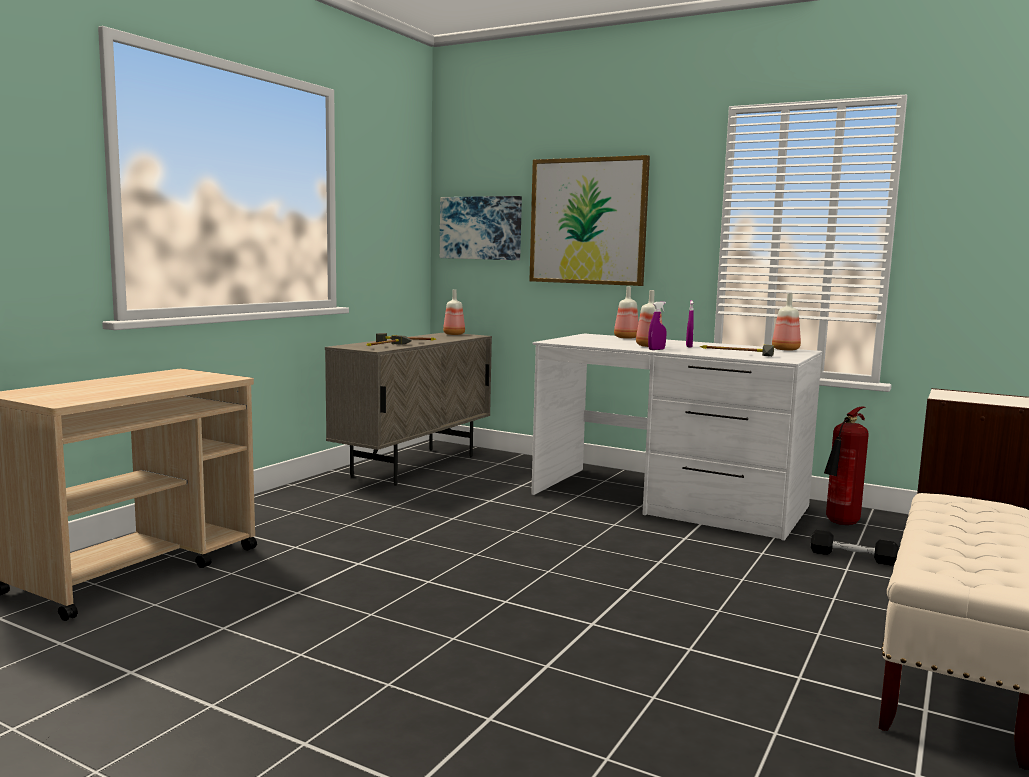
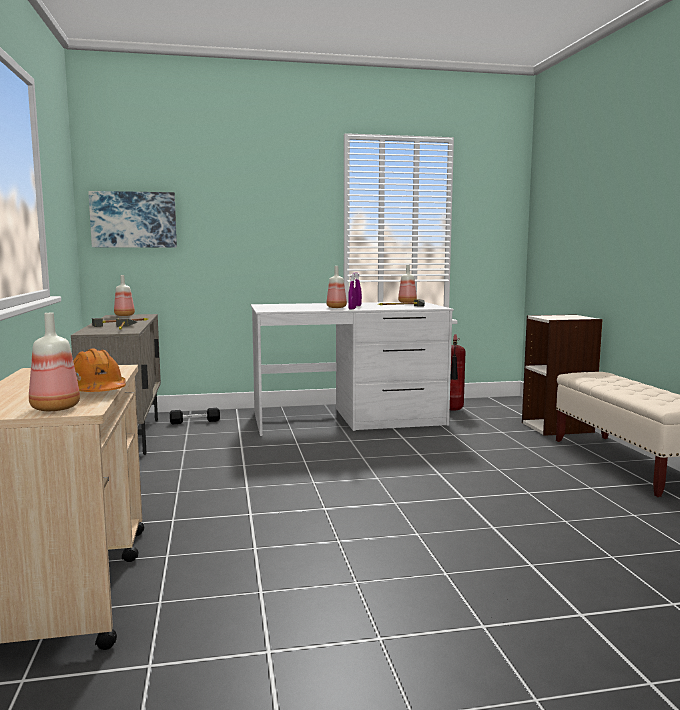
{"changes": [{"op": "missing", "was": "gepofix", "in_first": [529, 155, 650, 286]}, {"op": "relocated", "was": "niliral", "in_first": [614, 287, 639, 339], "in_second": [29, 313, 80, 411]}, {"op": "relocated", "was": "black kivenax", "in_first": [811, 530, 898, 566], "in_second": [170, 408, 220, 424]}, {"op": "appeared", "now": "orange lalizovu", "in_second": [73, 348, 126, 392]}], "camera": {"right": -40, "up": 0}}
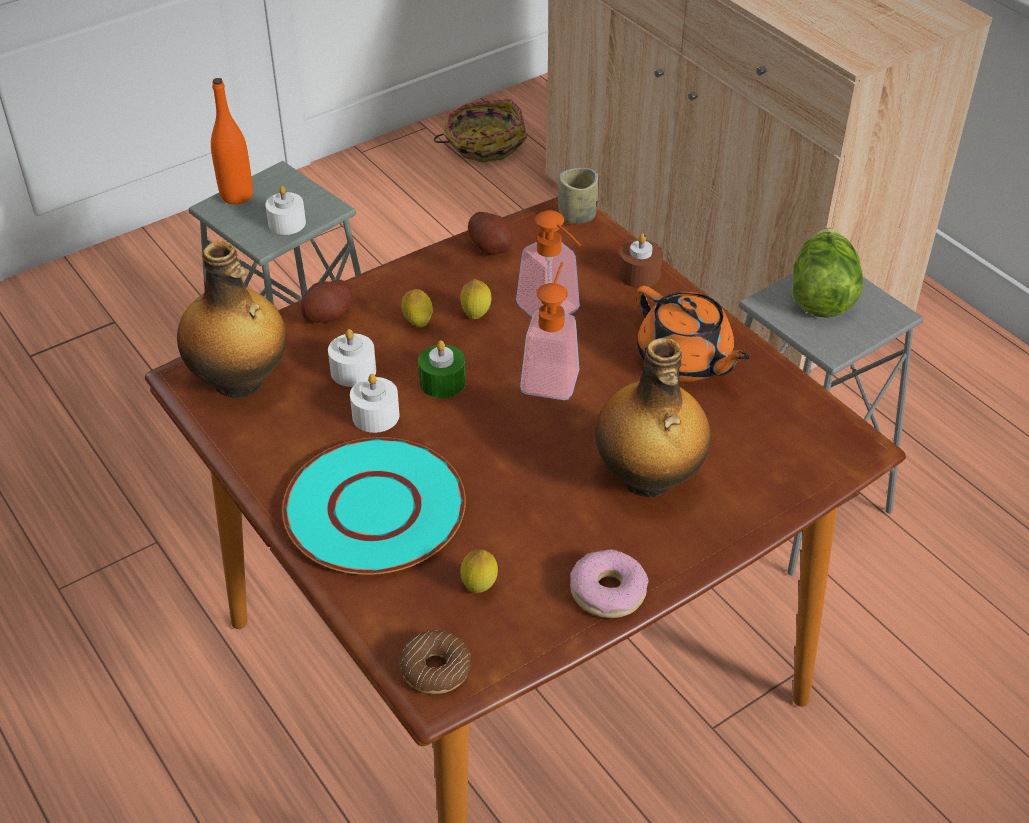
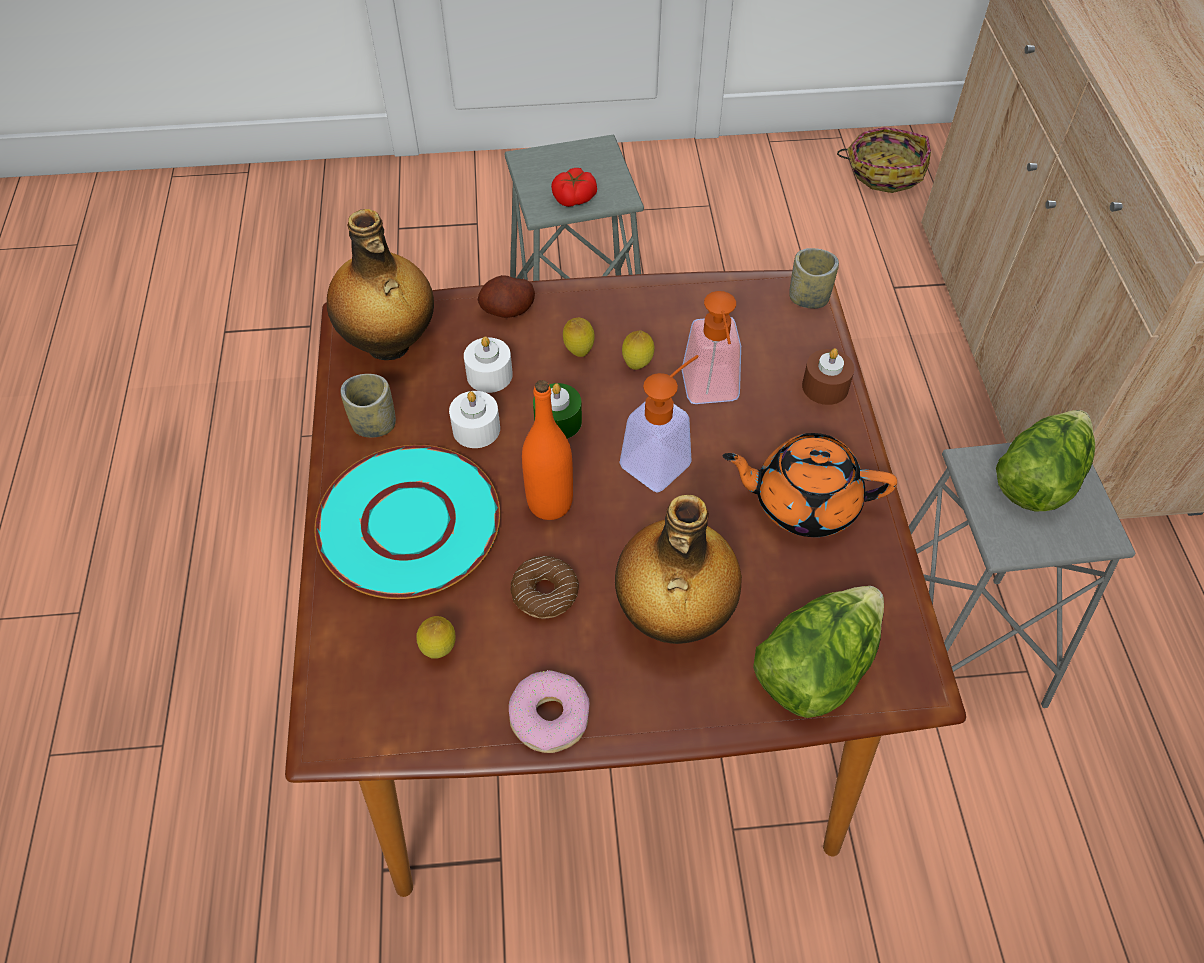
{"changes": [{"op": "relocated", "was": "orange niliral", "in_first": [211, 78, 253, 204], "in_second": [522, 380, 573, 520]}, {"op": "exchanged", "was": "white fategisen", "now": "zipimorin", "in_first": [265, 186, 306, 235], "in_second": [551, 168, 597, 207]}, {"op": "relocated", "was": "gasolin", "in_first": [400, 630, 471, 694], "in_second": [510, 556, 579, 619]}, {"op": "missing", "was": "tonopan", "in_first": [468, 212, 513, 254]}, {"op": "spun", "was": "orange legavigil", "in_first": [636, 286, 749, 382], "in_second": [723, 433, 897, 537], "clockwise": 105}, {"op": "appeared", "now": "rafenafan", "in_second": [341, 374, 396, 437]}, {"op": "appeared", "now": "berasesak", "in_second": [753, 586, 884, 718]}], "camera": {"right": 30, "up": 10}}
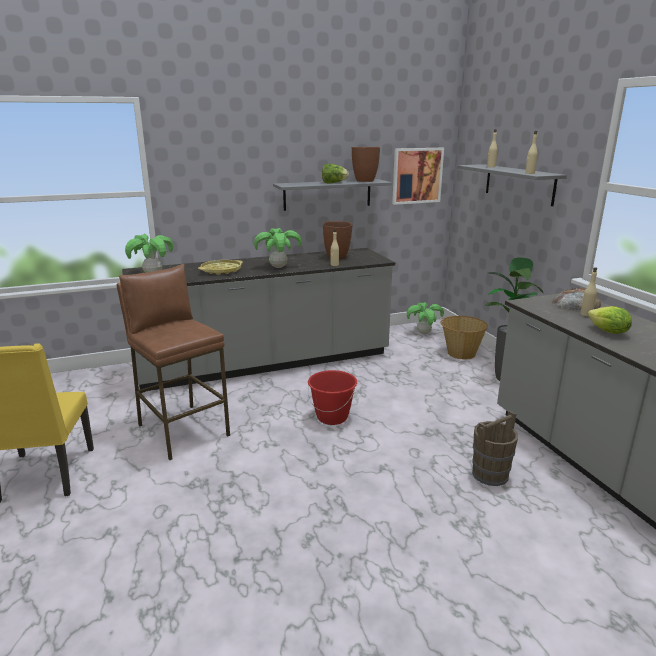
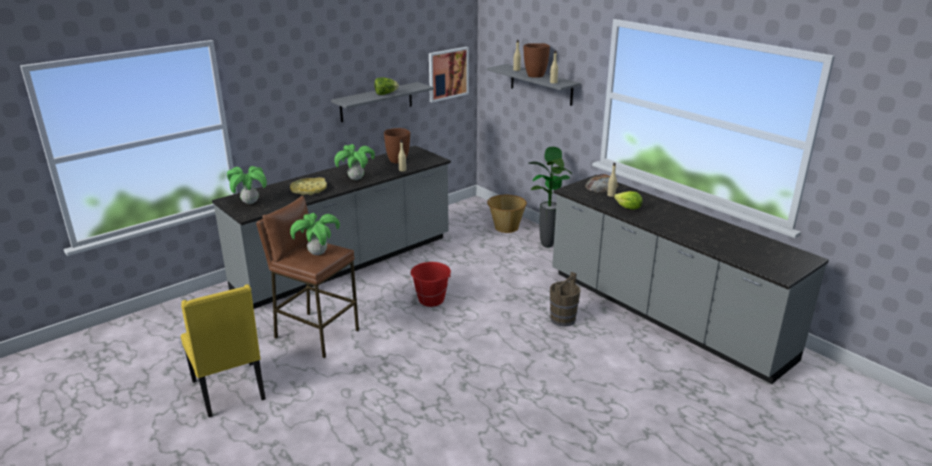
{"changes": [{"op": "relocated", "was": "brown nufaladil", "in_first": [352, 147, 380, 182], "in_second": [524, 43, 550, 78]}, {"op": "relocated", "was": "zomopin", "in_first": [407, 302, 444, 334], "in_second": [290, 213, 340, 255]}], "camera": {"right": -20, "up": 5}}
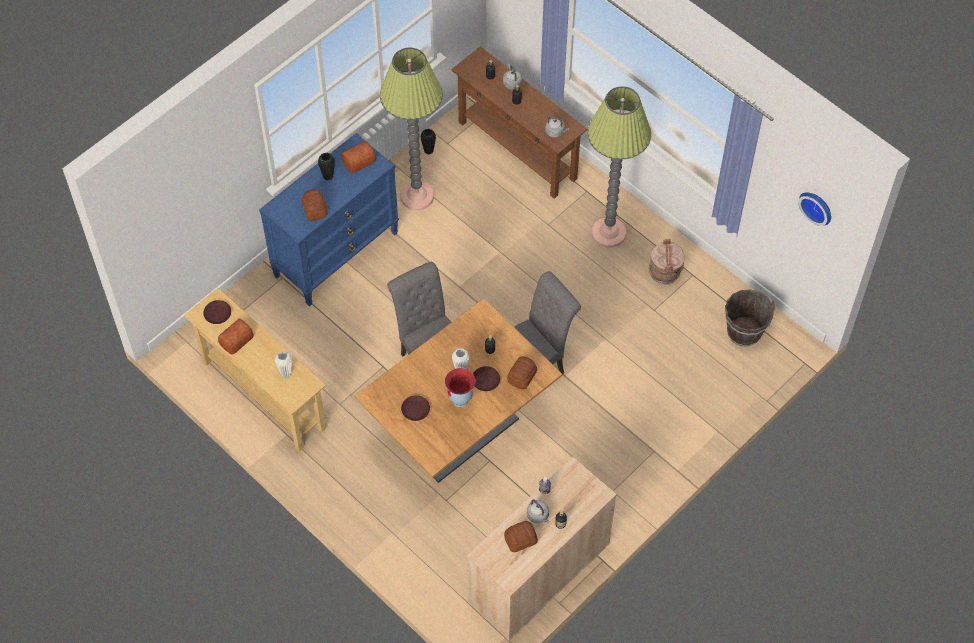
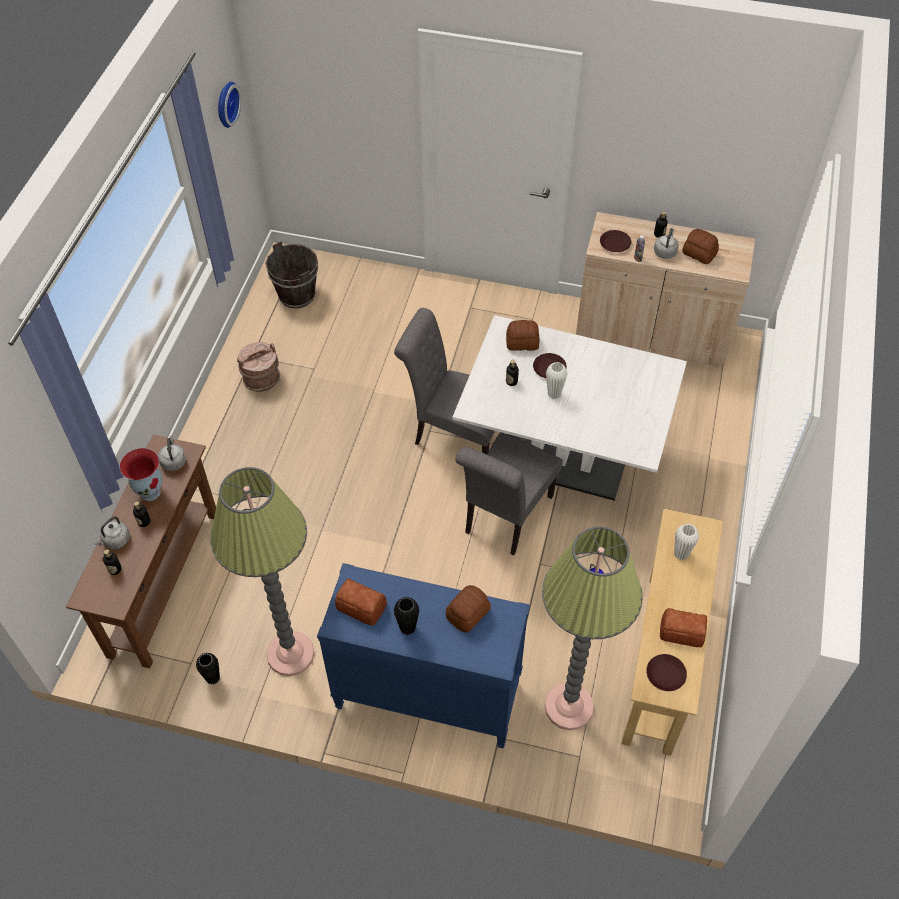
{"changes": [{"op": "colour", "was": "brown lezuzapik", "now": "white lezuzapik", "in_first": [355, 298, 562, 483], "in_second": [452, 315, 687, 501]}, {"op": "relocated", "was": "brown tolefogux", "in_first": [401, 395, 430, 421], "in_second": [600, 230, 631, 252]}, {"op": "relocated", "was": "nufaladil", "in_first": [445, 368, 475, 407], "in_second": [120, 448, 162, 501]}, {"op": "relocated", "was": "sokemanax", "in_first": [587, 86, 651, 247], "in_second": [542, 527, 643, 730]}], "camera": {"right": -120, "up": -5}}
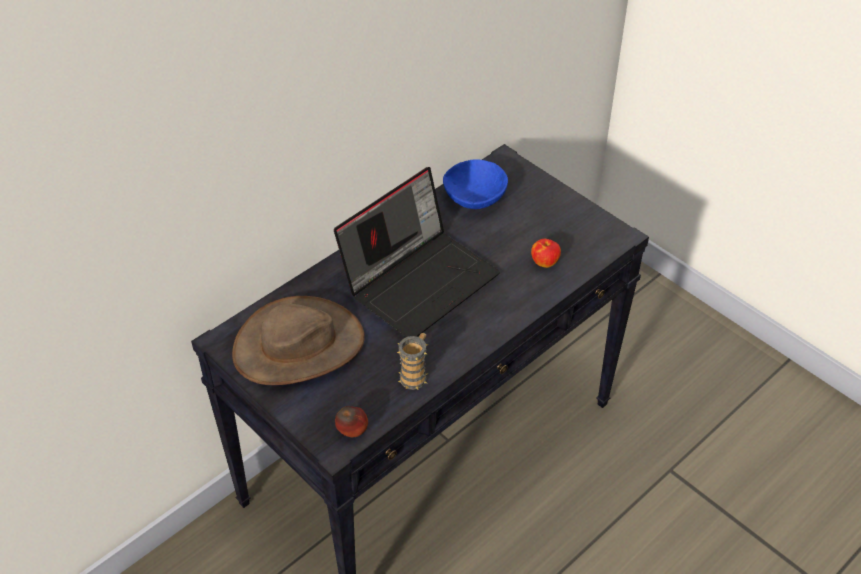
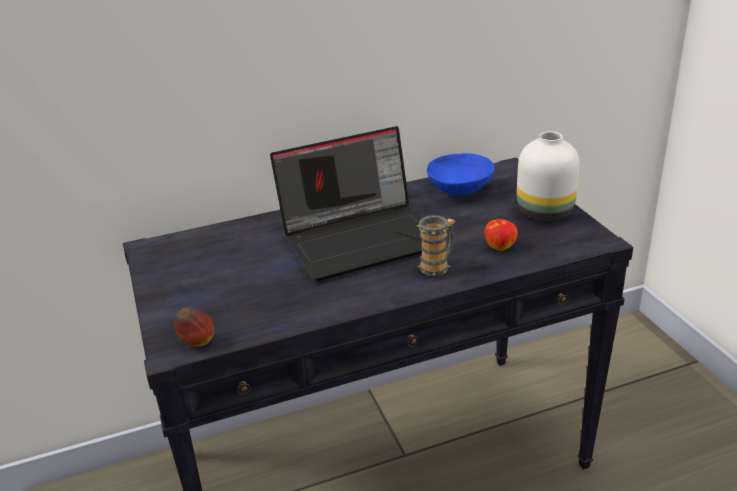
{"changes": [{"op": "missing", "was": "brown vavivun", "in_first": [232, 296, 365, 385]}, {"op": "relocated", "was": "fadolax", "in_first": [397, 333, 428, 390], "in_second": [417, 215, 455, 276]}, {"op": "appeared", "now": "white nufaladil", "in_second": [517, 131, 580, 221]}], "camera": {"right": 25, "up": -15}}
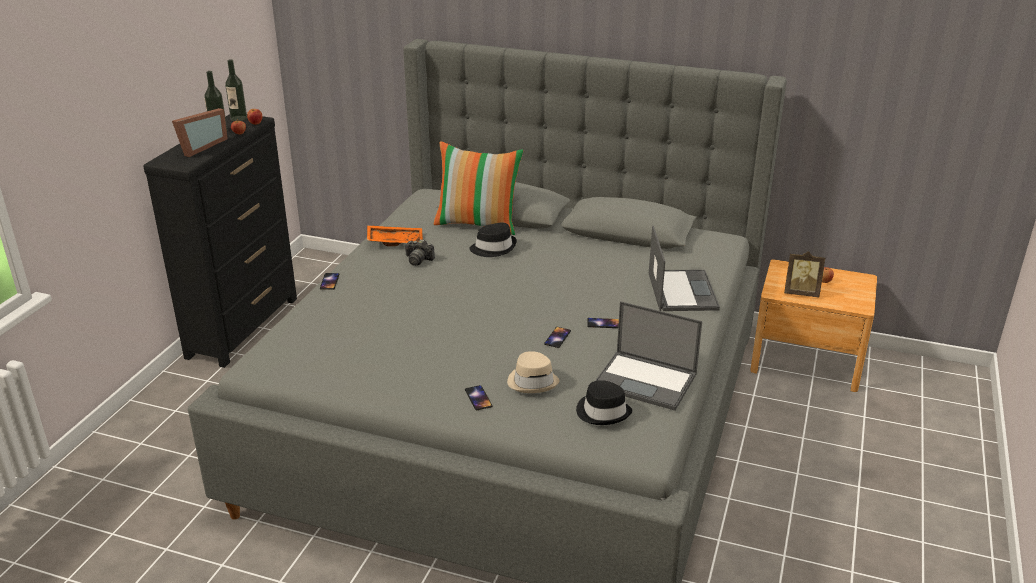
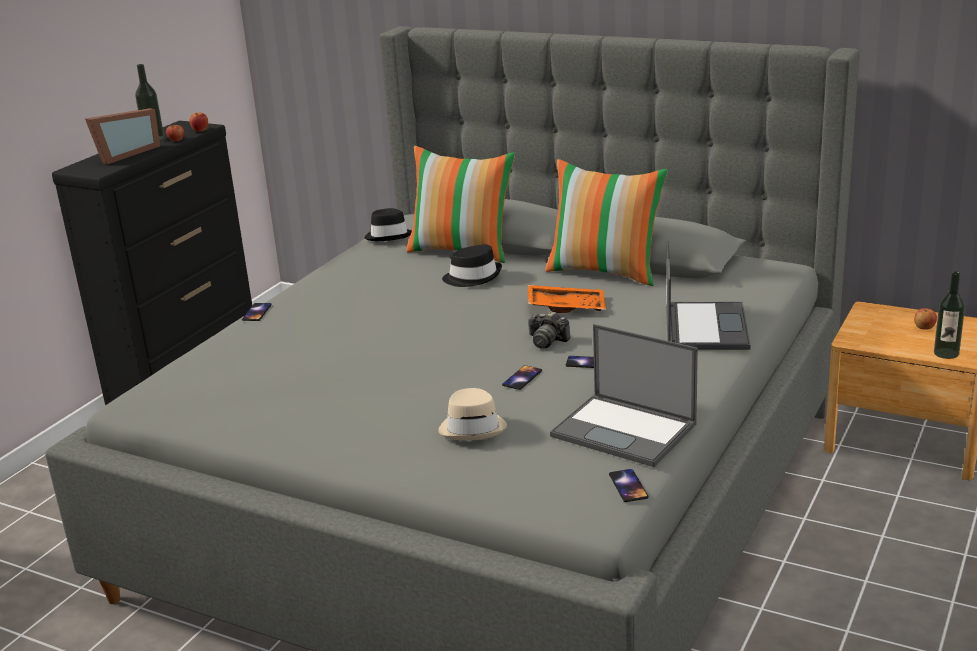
{"changes": [{"op": "relocated", "was": "niliral", "in_first": [225, 59, 247, 121], "in_second": [934, 271, 965, 359]}, {"op": "relocated", "was": "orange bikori", "in_first": [367, 225, 423, 246], "in_second": [528, 285, 606, 313]}, {"op": "relocated", "was": "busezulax", "in_first": [405, 239, 435, 266], "in_second": [528, 311, 570, 348]}, {"op": "relocated", "was": "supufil", "in_first": [465, 385, 492, 410], "in_second": [609, 469, 649, 502]}, {"op": "relocated", "was": "black vavivun", "in_first": [576, 380, 632, 425], "in_second": [365, 208, 412, 241]}, {"op": "missing", "was": "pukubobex", "in_first": [784, 251, 826, 297]}, {"op": "appeared", "now": "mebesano", "in_second": [545, 159, 668, 286]}], "camera": {"right": 10, "up": -5}}
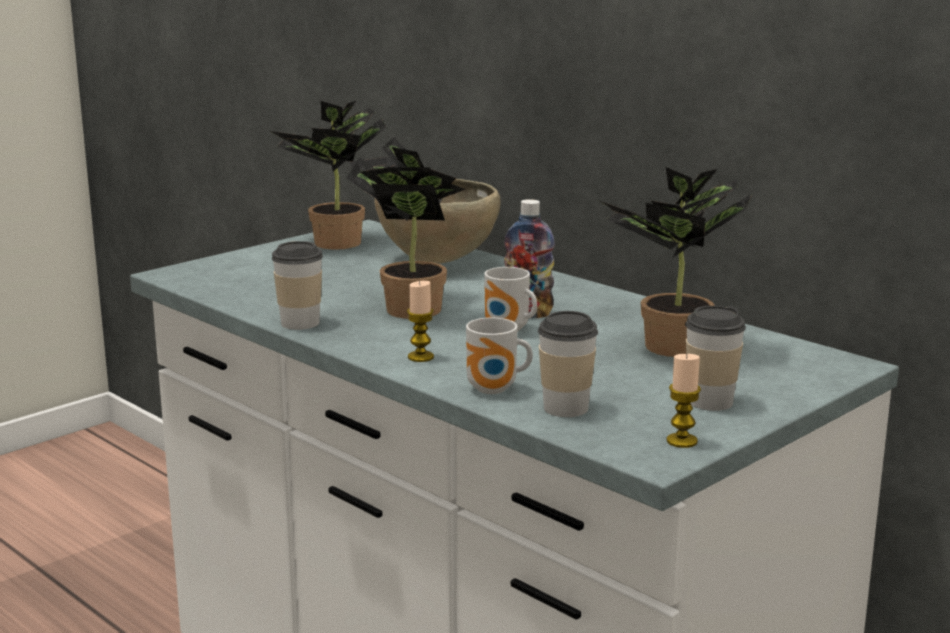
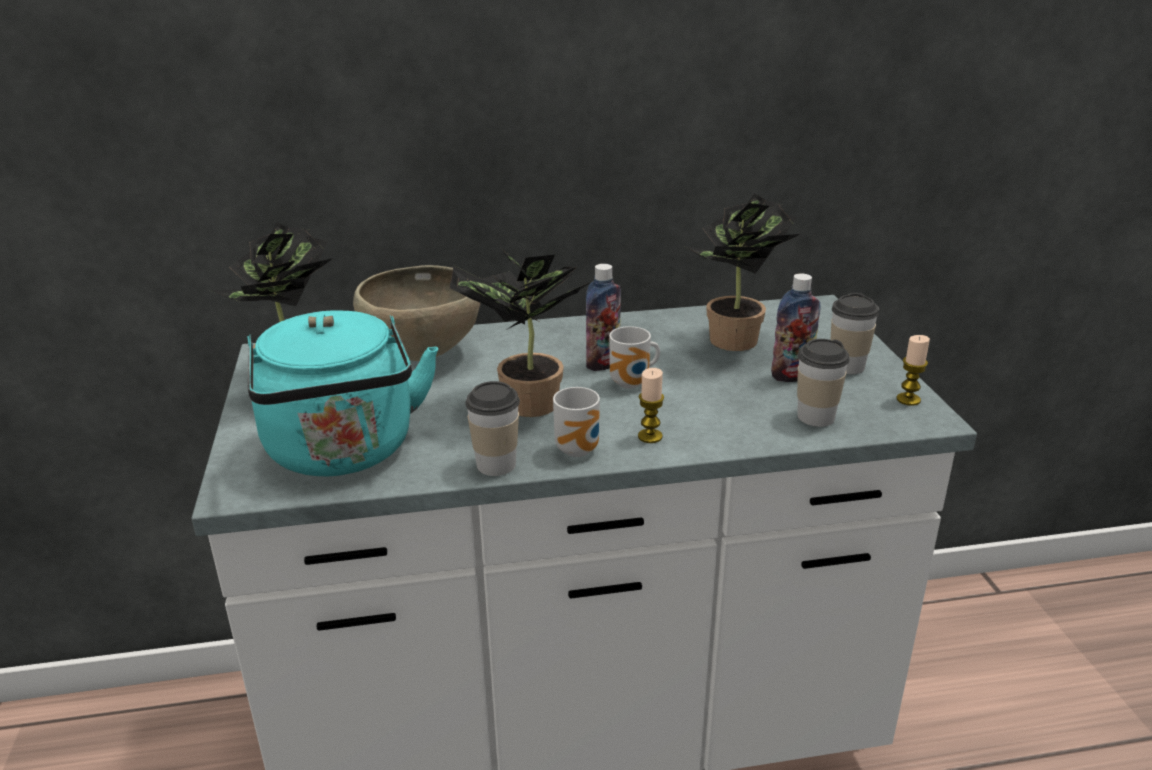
{"changes": [{"op": "relocated", "was": "fadolax", "in_first": [466, 318, 533, 394], "in_second": [553, 387, 600, 457]}, {"op": "appeared", "now": "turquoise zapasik", "in_second": [248, 310, 438, 476]}, {"op": "appeared", "now": "niliral", "in_second": [771, 273, 821, 382]}], "camera": {"right": -55, "up": 10}}
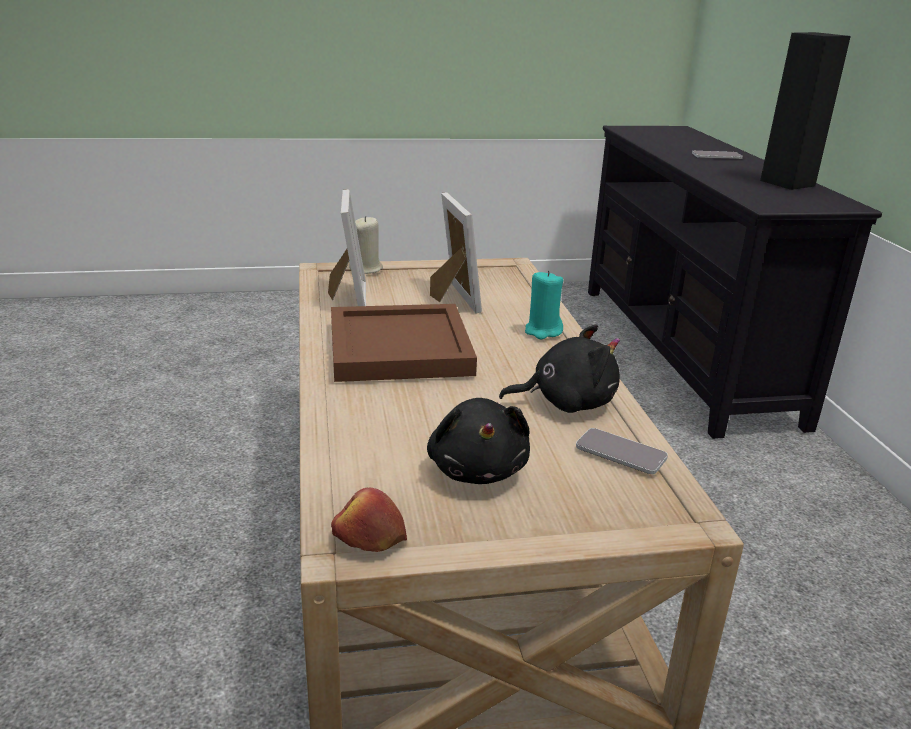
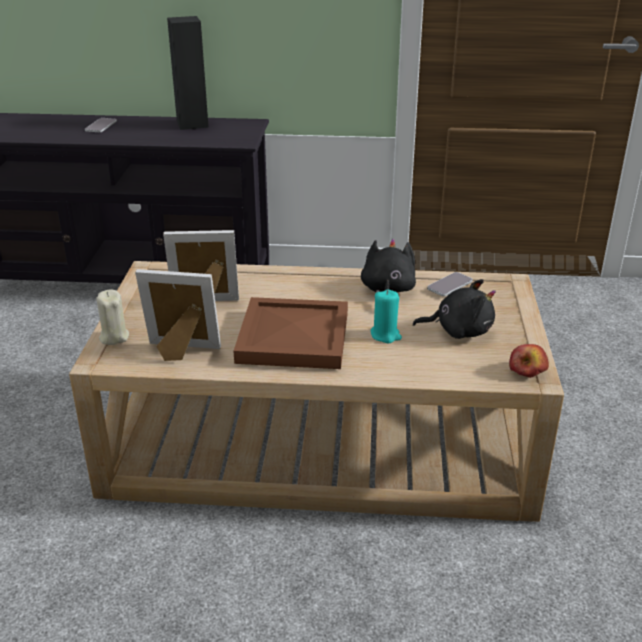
{"changes": [{"op": "relocated", "was": "turquoise fategisen", "in_first": [525, 270, 563, 339], "in_second": [371, 290, 402, 344]}], "camera": {"right": -75, "up": 5}}
